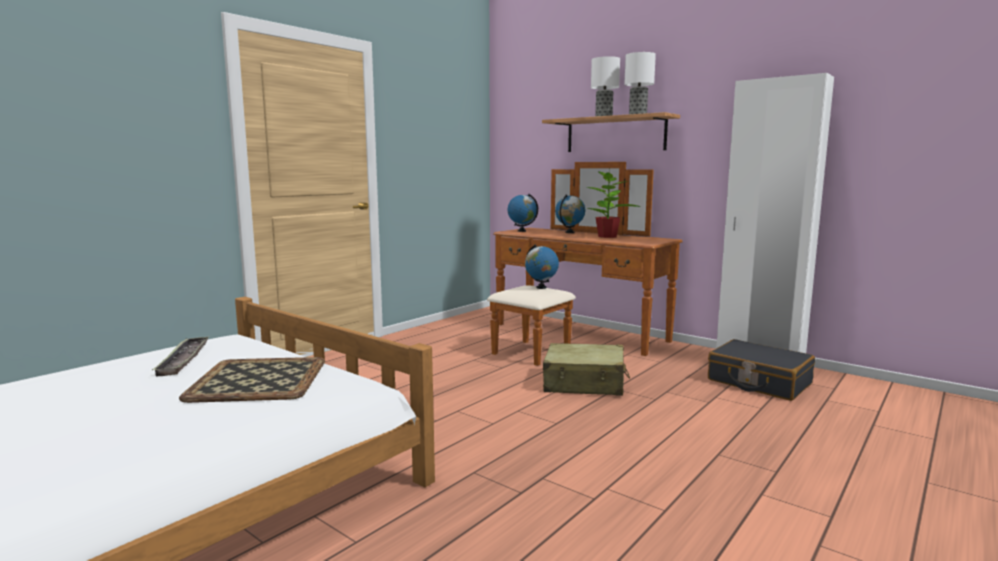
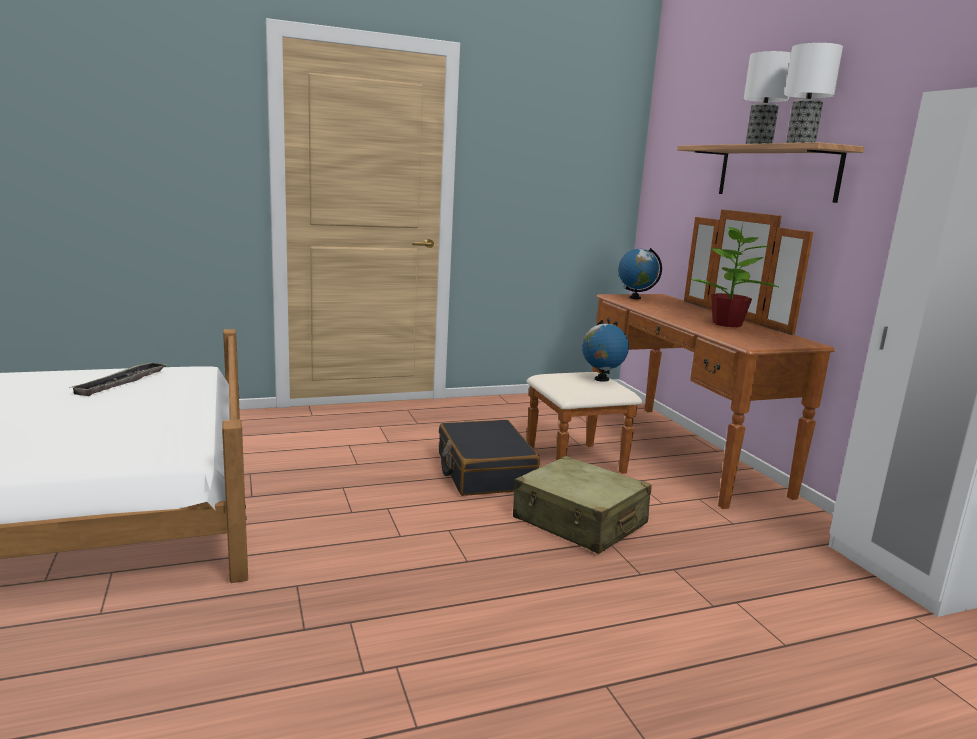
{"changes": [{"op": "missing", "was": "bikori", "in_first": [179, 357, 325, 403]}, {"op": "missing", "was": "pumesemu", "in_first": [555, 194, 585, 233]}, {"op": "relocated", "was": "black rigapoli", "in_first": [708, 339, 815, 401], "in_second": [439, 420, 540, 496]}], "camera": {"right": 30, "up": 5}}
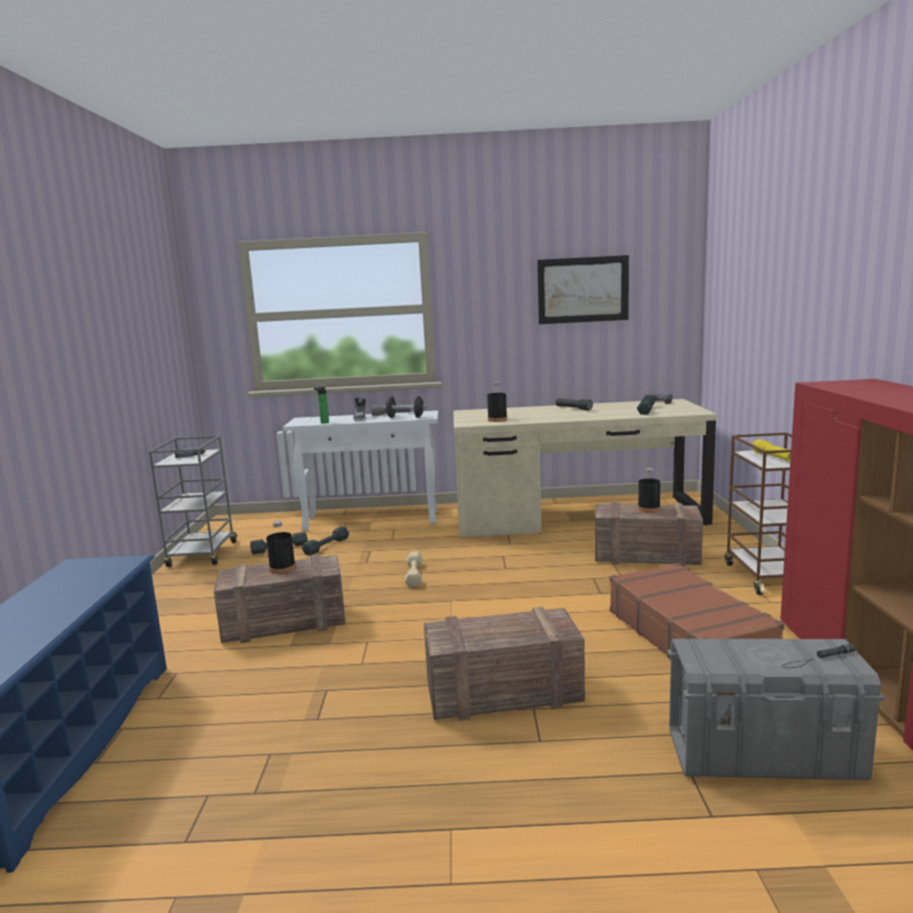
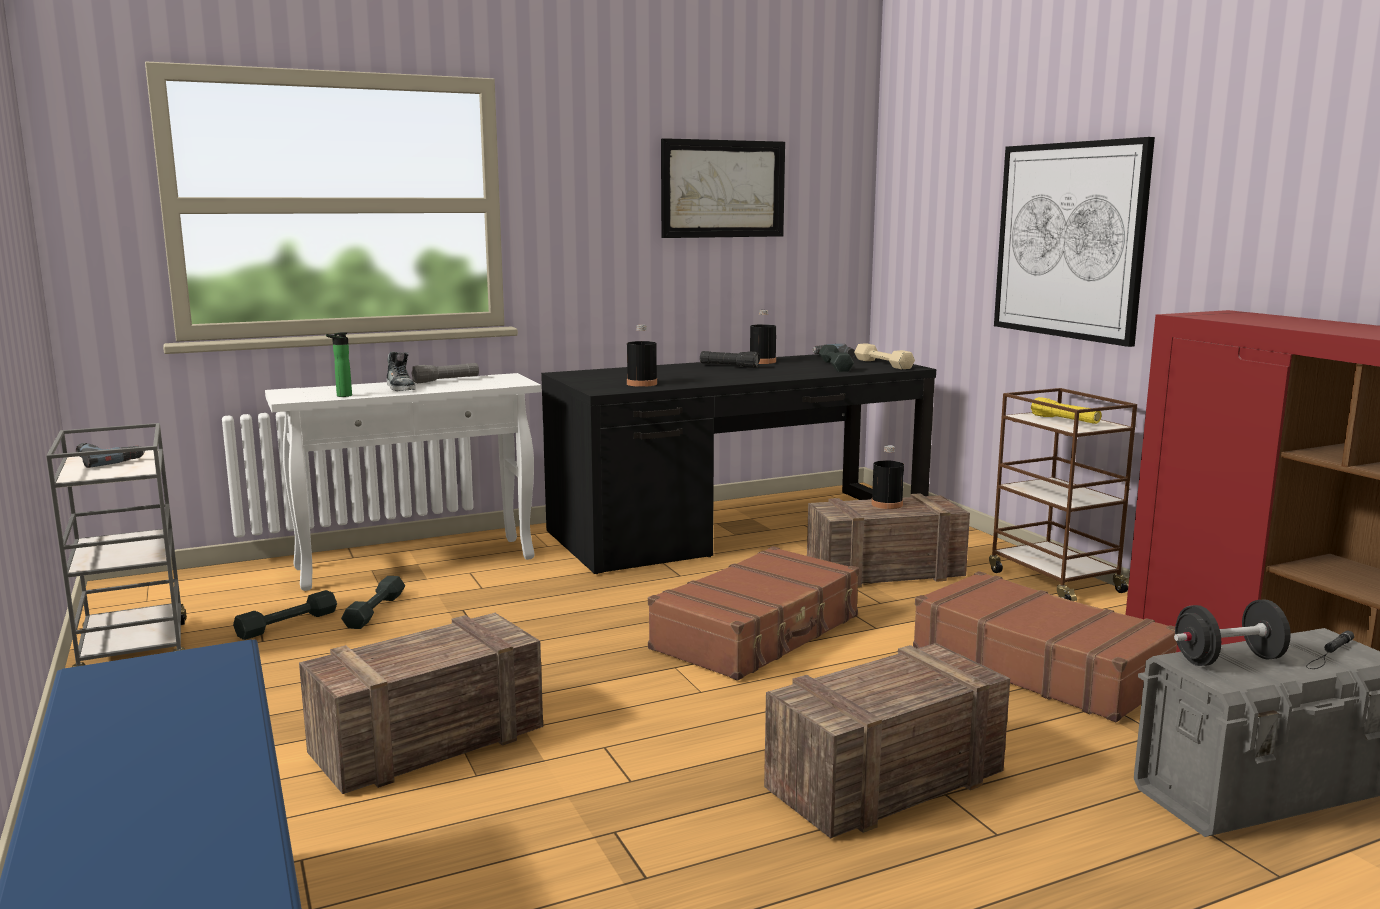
{"changes": [{"op": "relocated", "was": "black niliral", "in_first": [266, 521, 296, 574], "in_second": [750, 310, 776, 364]}, {"op": "relocated", "was": "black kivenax", "in_first": [383, 396, 427, 418], "in_second": [1174, 599, 1291, 666]}, {"op": "relocated", "was": "beige kivenax", "in_first": [405, 551, 422, 587], "in_second": [854, 343, 915, 370]}, {"op": "colour", "was": "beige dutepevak", "now": "black dutepevak", "in_first": [453, 399, 717, 538], "in_second": [541, 354, 936, 574]}, {"op": "appeared", "now": "brown rigapoli", "in_second": [648, 546, 859, 680]}, {"op": "appeared", "now": "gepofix", "in_second": [994, 137, 1155, 347]}], "camera": {"right": -25, "up": 0}}
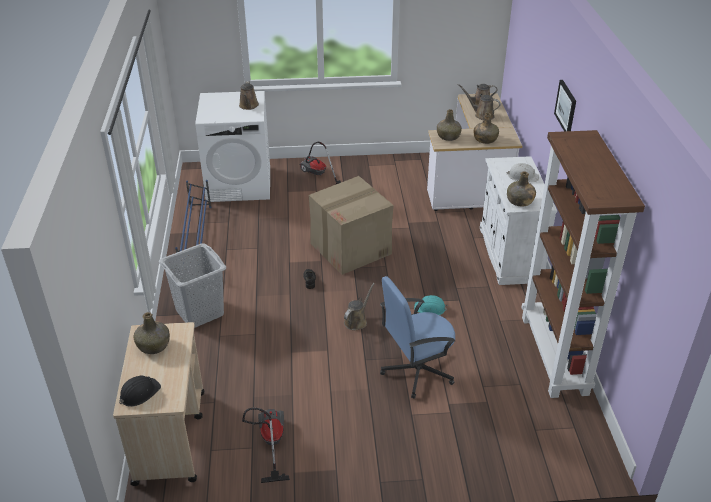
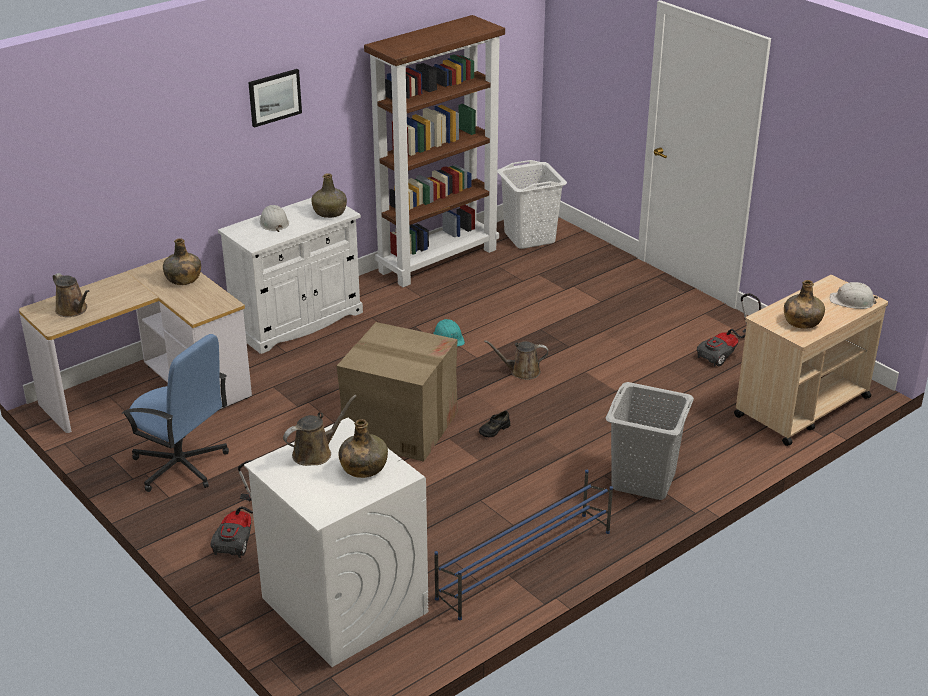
{"changes": [{"op": "colour", "was": "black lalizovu", "now": "white lalizovu", "in_first": [119, 376, 161, 407], "in_second": [830, 282, 878, 309]}, {"op": "relocated", "was": "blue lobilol", "in_first": [380, 276, 455, 399], "in_second": [122, 334, 229, 492]}, {"op": "relocated", "was": "green niliral", "in_first": [437, 109, 462, 141], "in_second": [338, 419, 388, 478]}, {"op": "missing", "was": "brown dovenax", "in_first": [462, 88, 501, 120]}, {"op": "appeared", "now": "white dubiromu", "in_second": [497, 160, 567, 249]}], "camera": {"right": -125, "up": -5}}
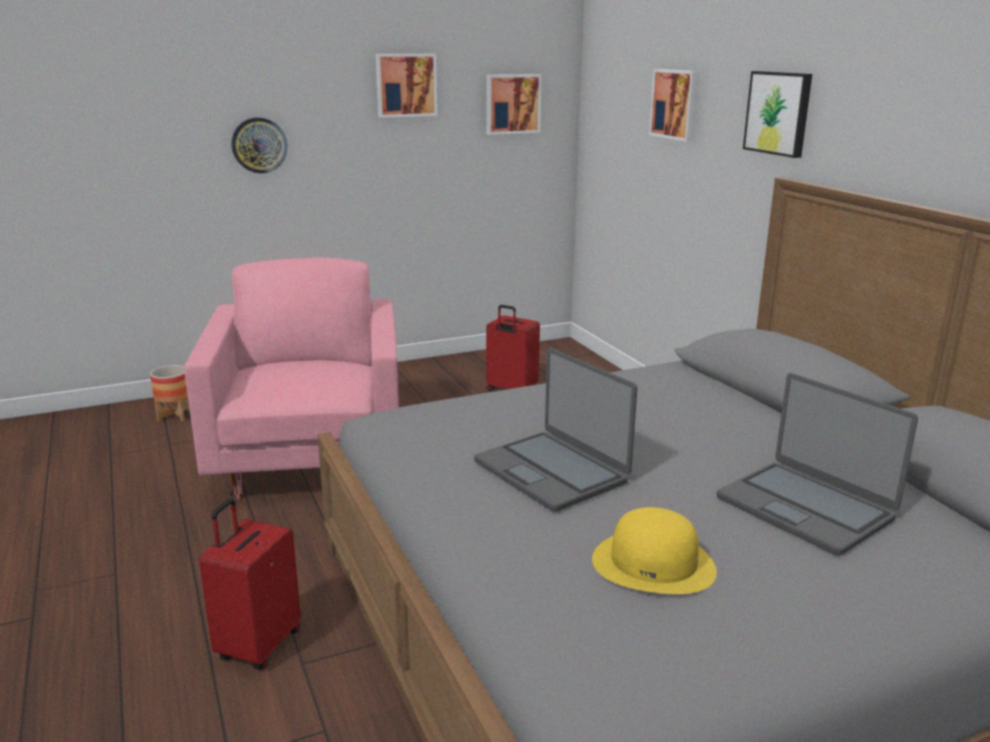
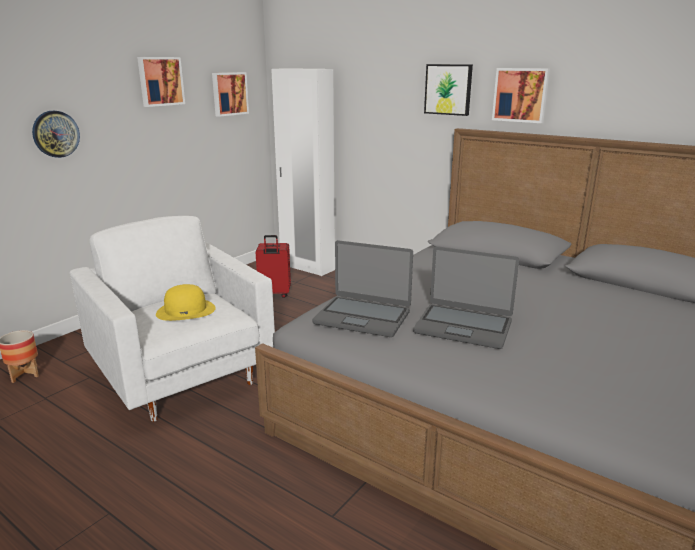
{"changes": [{"op": "colour", "was": "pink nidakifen", "now": "white nidakifen", "in_first": [184, 257, 399, 499], "in_second": [70, 216, 275, 422]}, {"op": "missing", "was": "red rigapoli", "in_first": [199, 498, 301, 670]}, {"op": "relocated", "was": "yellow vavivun", "in_first": [592, 507, 717, 594], "in_second": [156, 284, 216, 321]}, {"op": "relocated", "was": "gepofix", "in_first": [649, 69, 699, 142], "in_second": [492, 68, 550, 123]}, {"op": "relocated", "was": "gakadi", "in_first": [717, 373, 918, 556], "in_second": [312, 240, 413, 337]}, {"op": "appeared", "now": "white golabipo", "in_second": [271, 68, 335, 276]}], "camera": {"right": -30, "up": 0}}
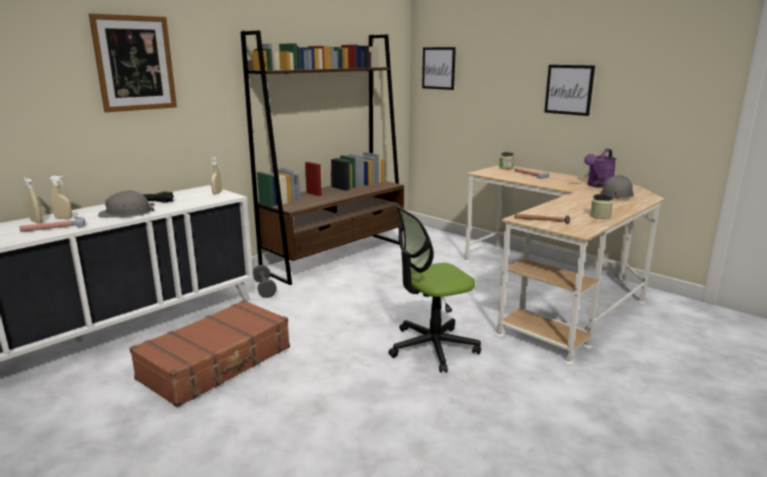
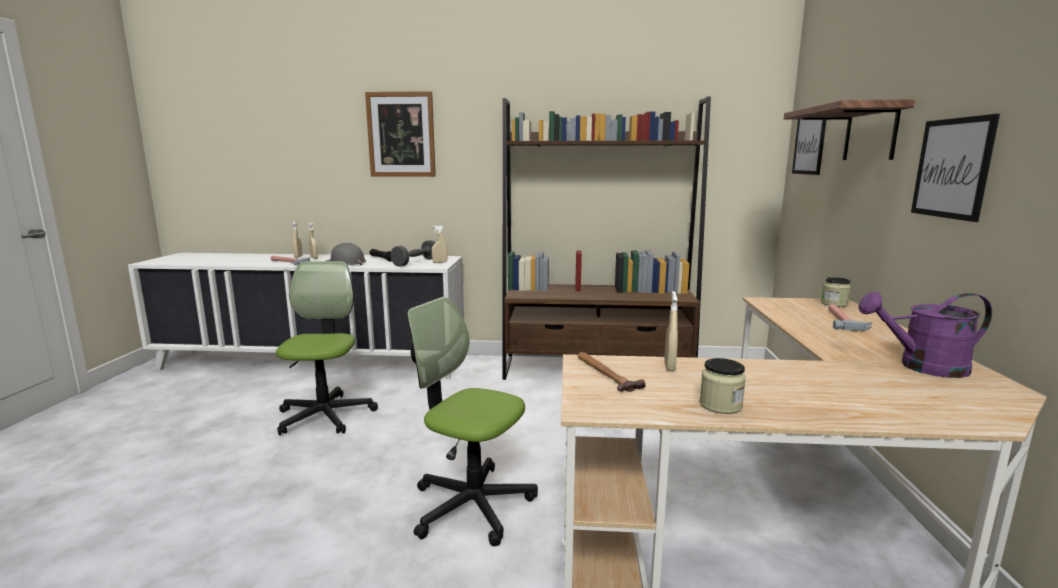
{"changes": [{"op": "exchanged", "was": "brown rigapoli", "now": "lobilol", "in_first": [130, 300, 290, 407], "in_second": [276, 261, 378, 435]}, {"op": "relocated", "was": "grey kivenax", "in_first": [253, 265, 277, 298], "in_second": [391, 240, 436, 267]}, {"op": "missing", "was": "grey lalizovu", "in_first": [601, 175, 634, 199]}, {"op": "appeared", "now": "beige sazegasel", "in_second": [664, 291, 678, 371]}, {"op": "appeared", "now": "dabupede", "in_second": [784, 99, 915, 160]}], "camera": {"right": 50, "up": -5}}
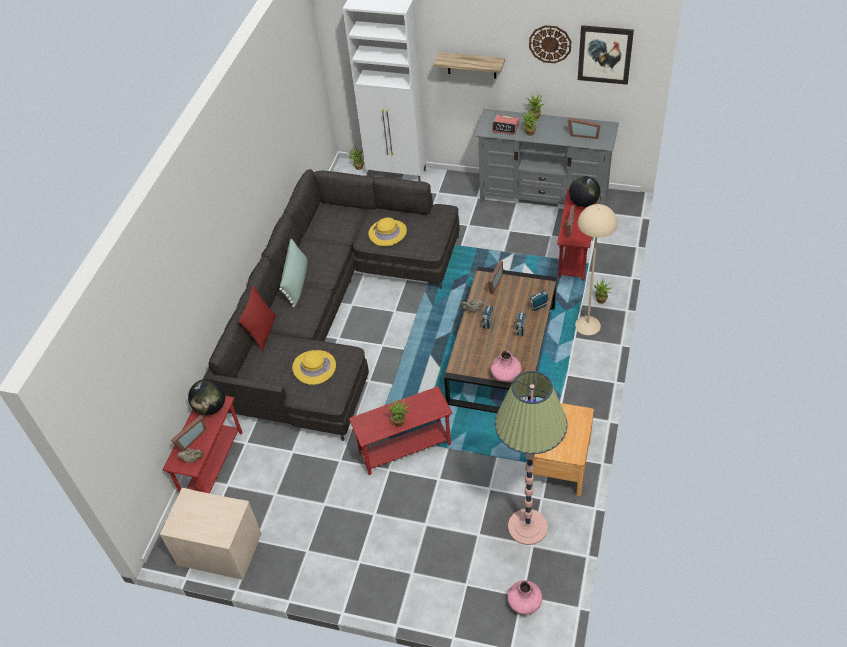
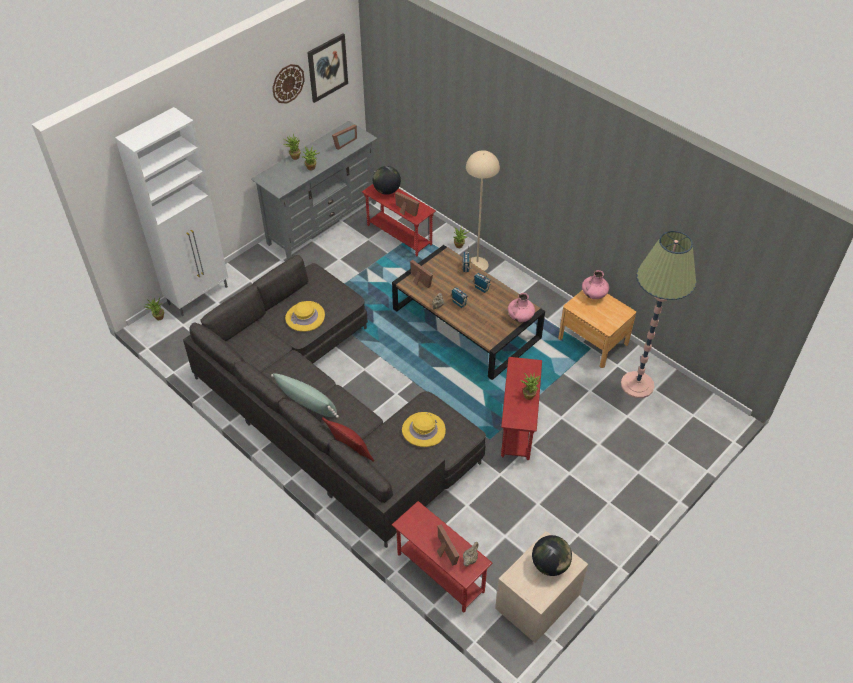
{"changes": [{"op": "relocated", "was": "pumesemu", "in_first": [188, 379, 225, 415], "in_second": [532, 535, 572, 576]}, {"op": "missing", "was": "dabupede", "in_first": [434, 52, 505, 78]}, {"op": "missing", "was": "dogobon", "in_first": [492, 115, 519, 135]}, {"op": "relocated", "was": "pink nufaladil", "in_first": [508, 580, 542, 615], "in_second": [582, 270, 609, 299]}], "camera": {"right": -65, "up": 0}}
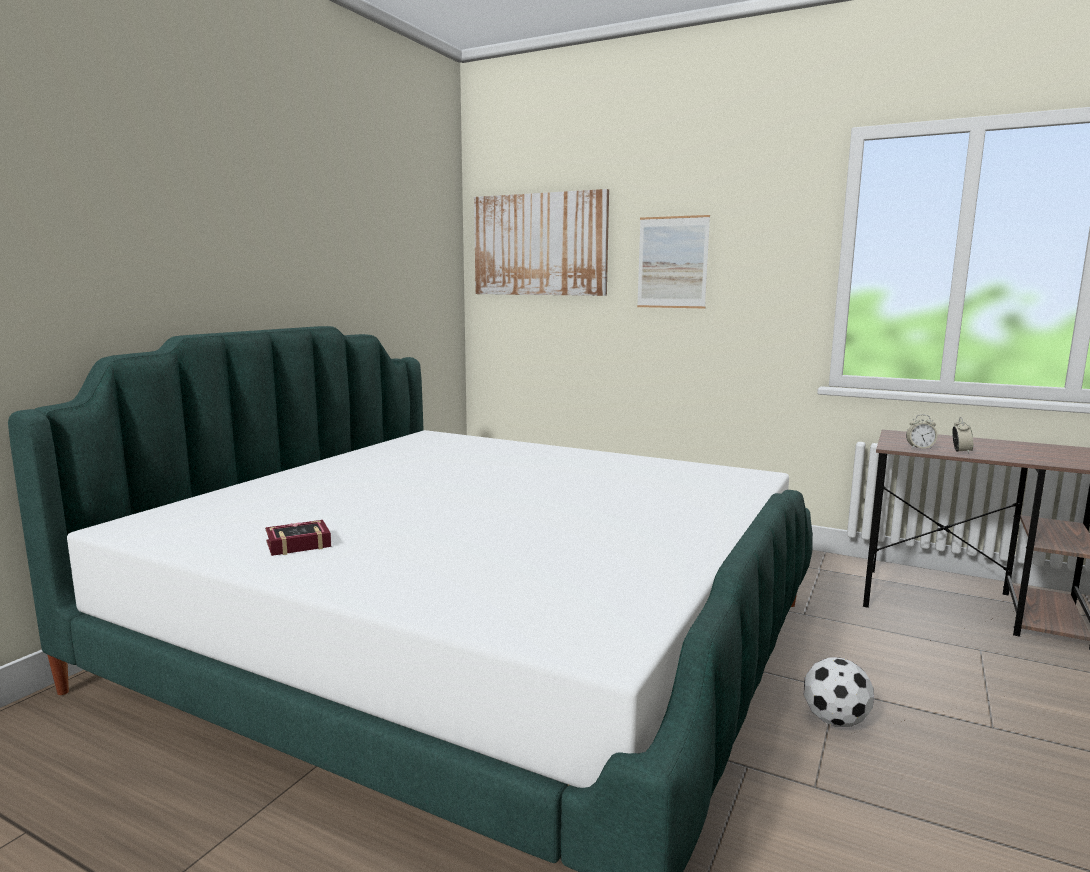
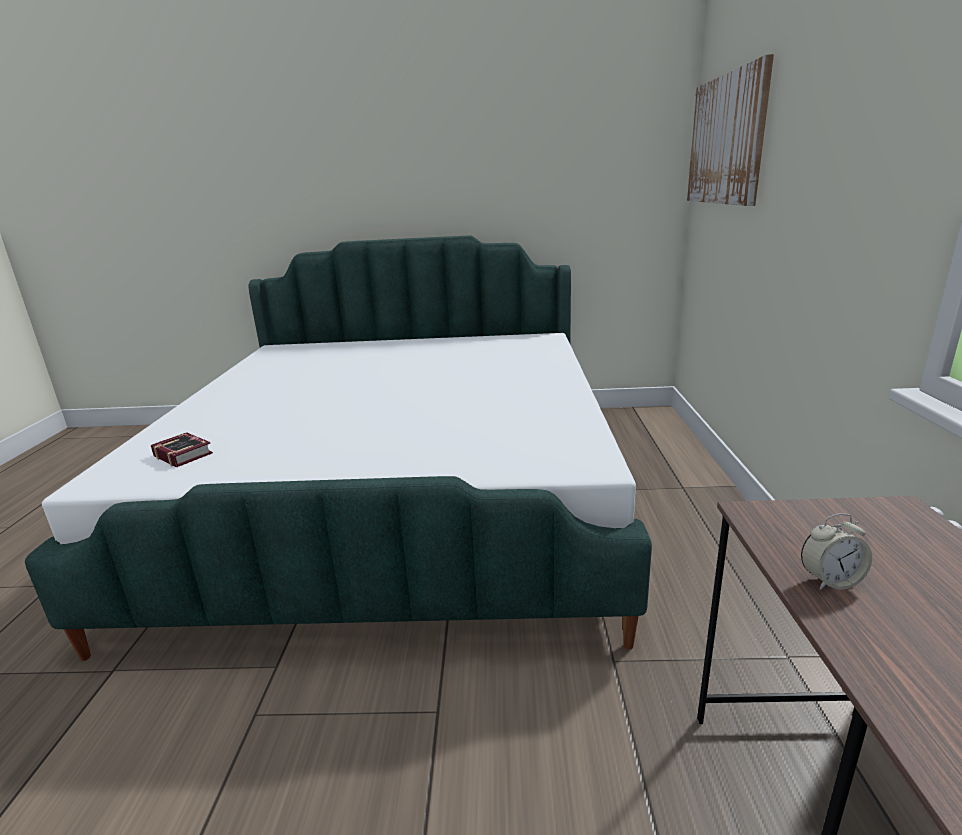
{"changes": [{"op": "relocated", "was": "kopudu", "in_first": [265, 520, 331, 556], "in_second": [151, 432, 213, 467]}, {"op": "missing", "was": "gepofix", "in_first": [637, 215, 710, 309]}, {"op": "missing", "was": "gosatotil", "in_first": [804, 657, 874, 727]}, {"op": "missing", "was": "dogobon", "in_first": [906, 414, 938, 450]}], "camera": {"right": 65, "up": 10}}
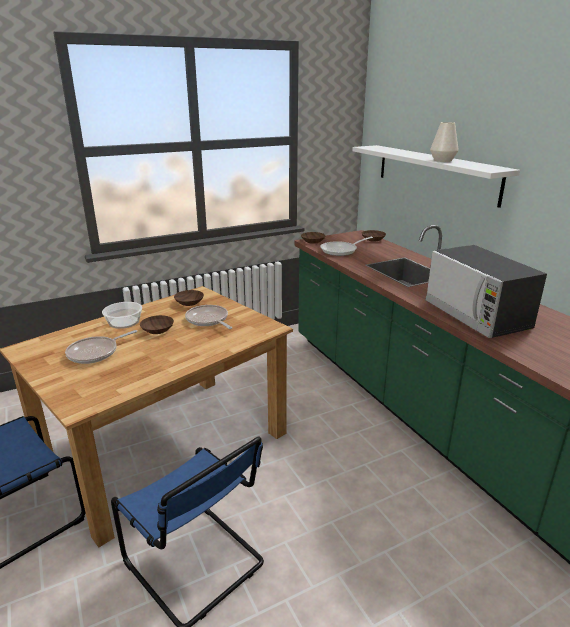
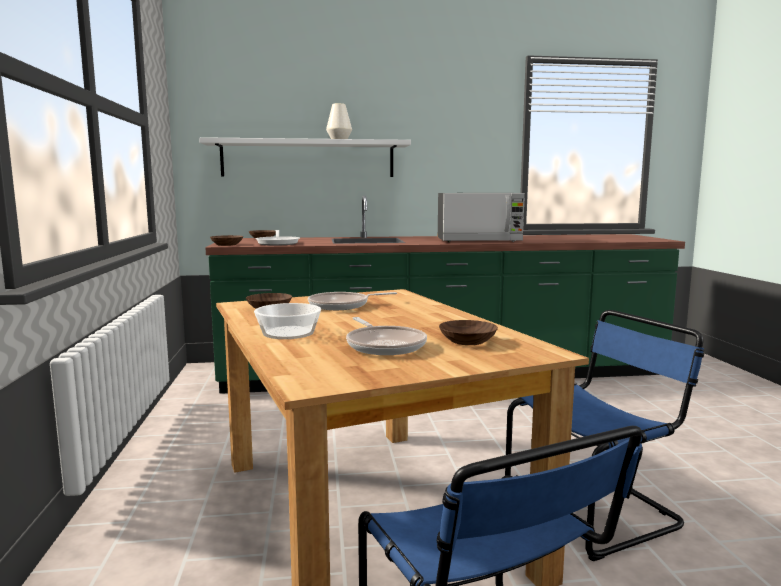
{"changes": [{"op": "relocated", "was": "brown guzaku", "in_first": [140, 315, 174, 334], "in_second": [439, 320, 498, 345]}], "camera": {"right": -70, "up": -15}}
